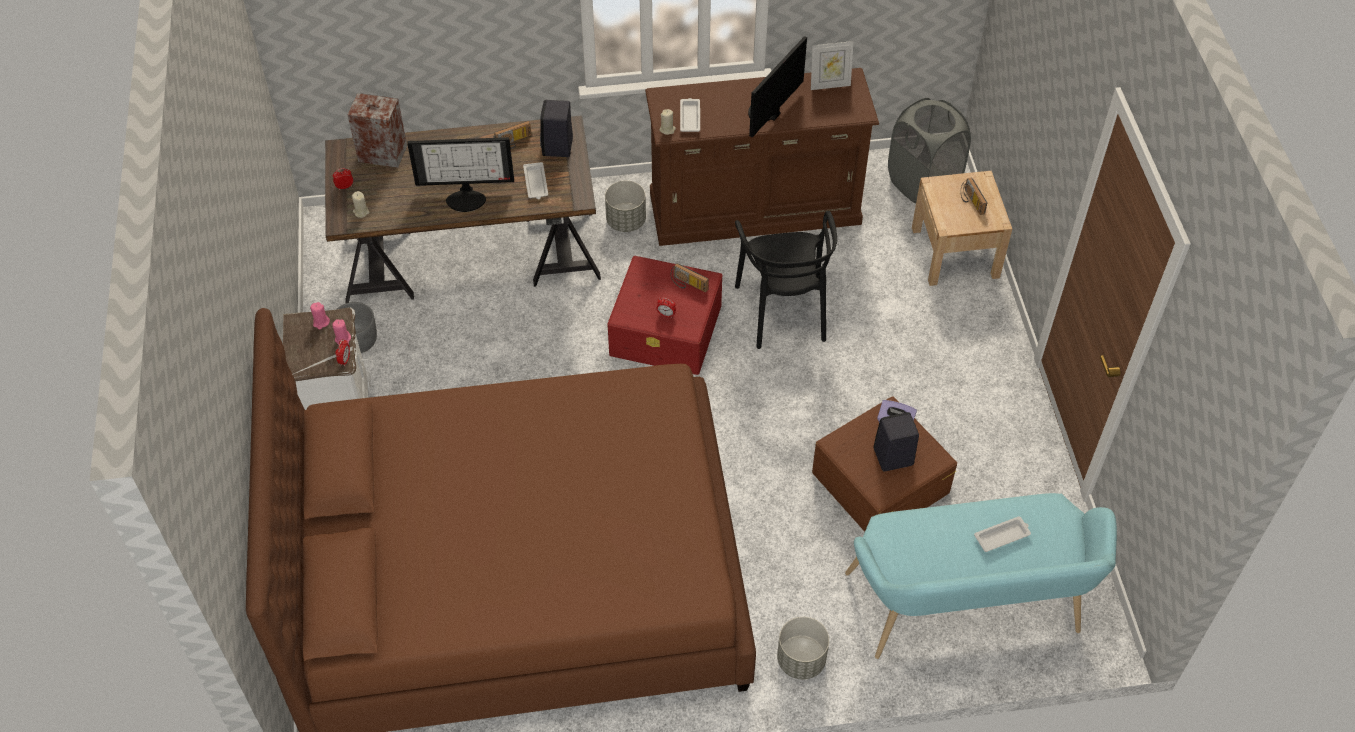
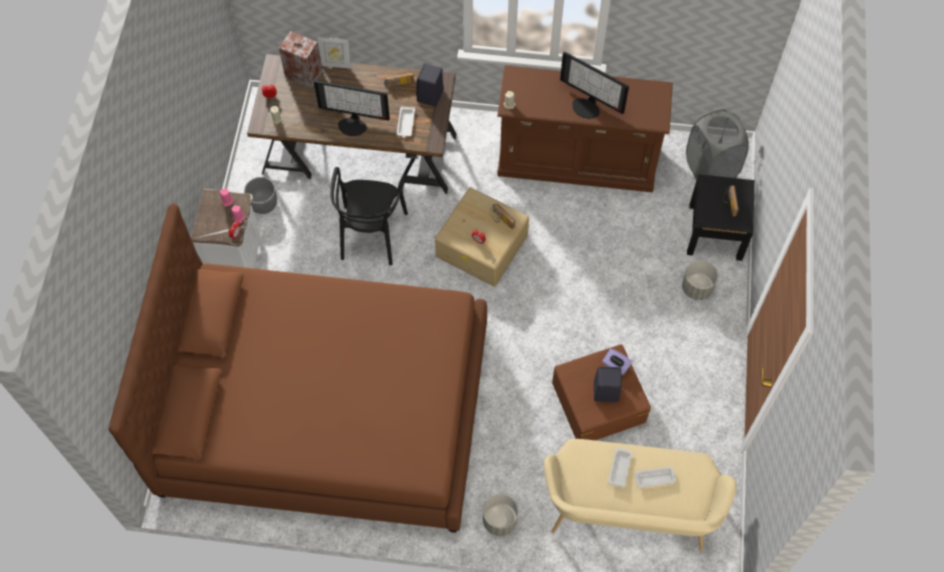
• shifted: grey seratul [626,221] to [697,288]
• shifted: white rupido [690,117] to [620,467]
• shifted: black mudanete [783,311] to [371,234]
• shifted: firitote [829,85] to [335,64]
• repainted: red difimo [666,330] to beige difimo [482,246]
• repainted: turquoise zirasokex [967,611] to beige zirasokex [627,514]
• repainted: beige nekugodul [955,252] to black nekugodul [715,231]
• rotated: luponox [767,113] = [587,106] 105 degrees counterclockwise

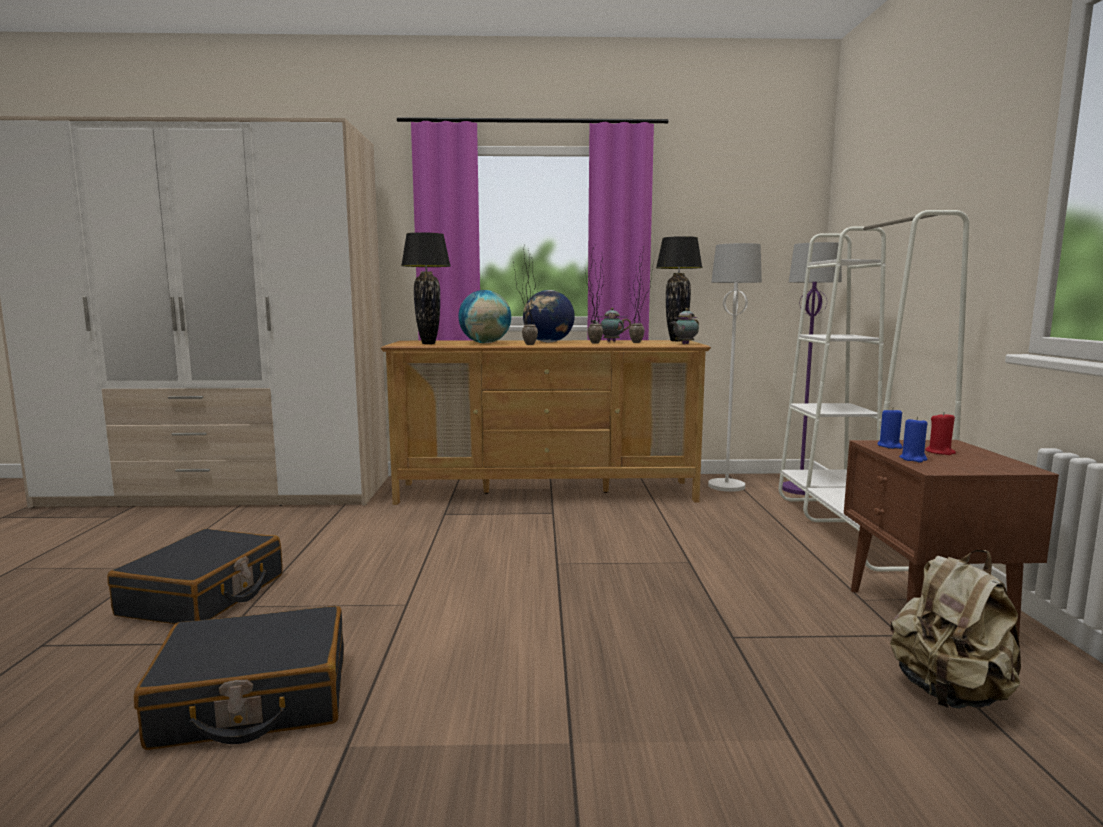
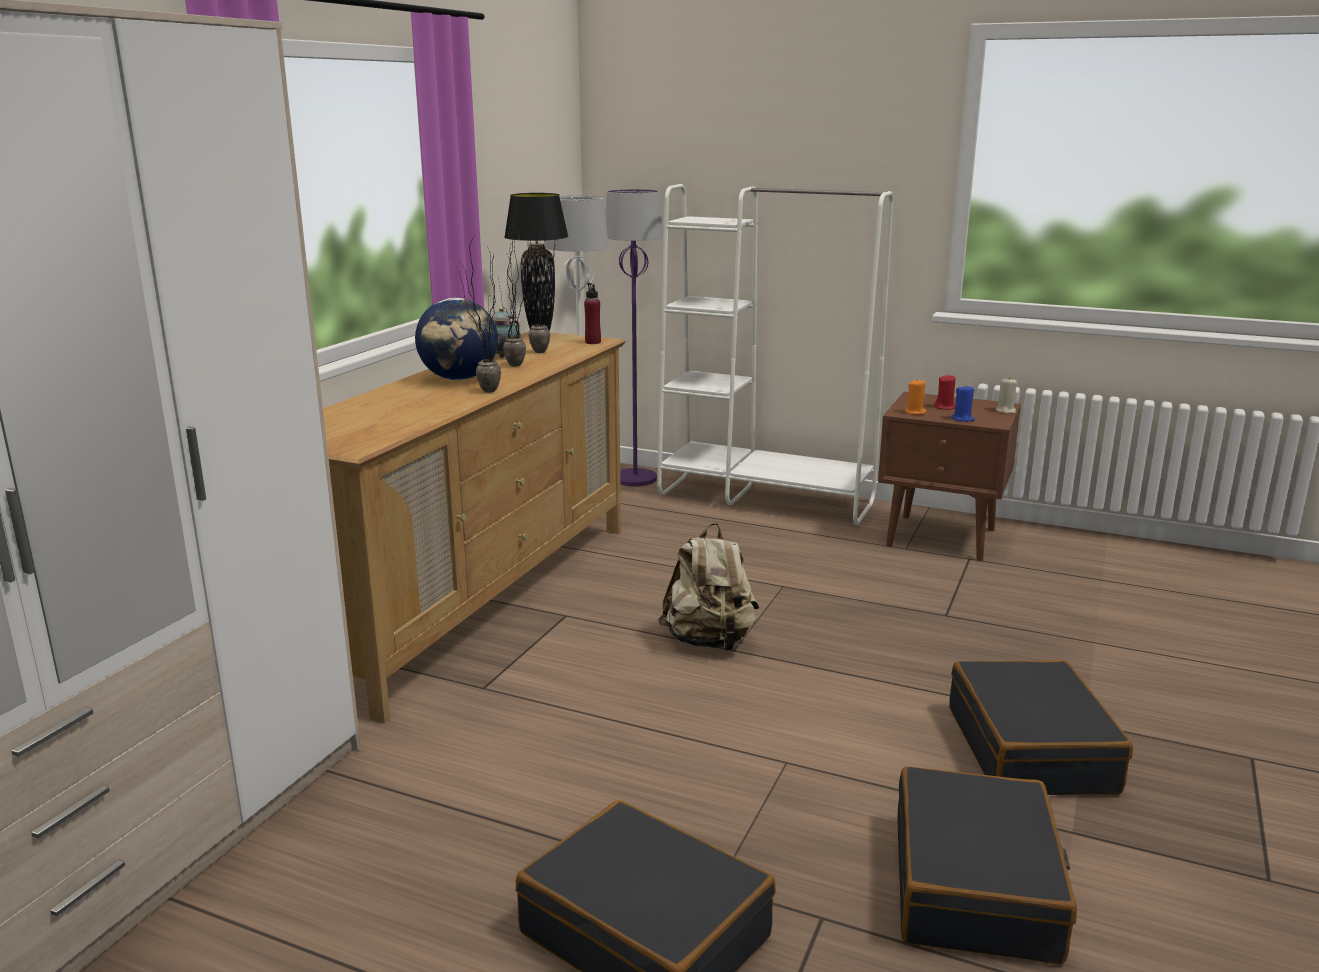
• gone: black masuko [428,343]
• gone: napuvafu [485,343]
• new: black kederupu [1031,750]
• new: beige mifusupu [1005,411]
• shifted: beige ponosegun [950,694] to [709,641]
• swapped: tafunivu [684,344] to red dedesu [593,342]
• repainted: blue mifusupu [889,446] to orange mifusupu [915,412]

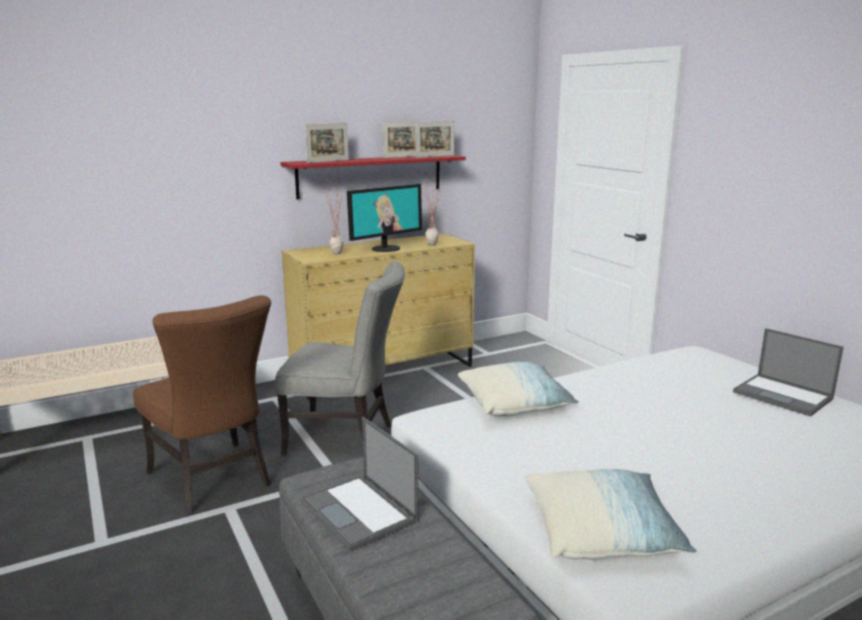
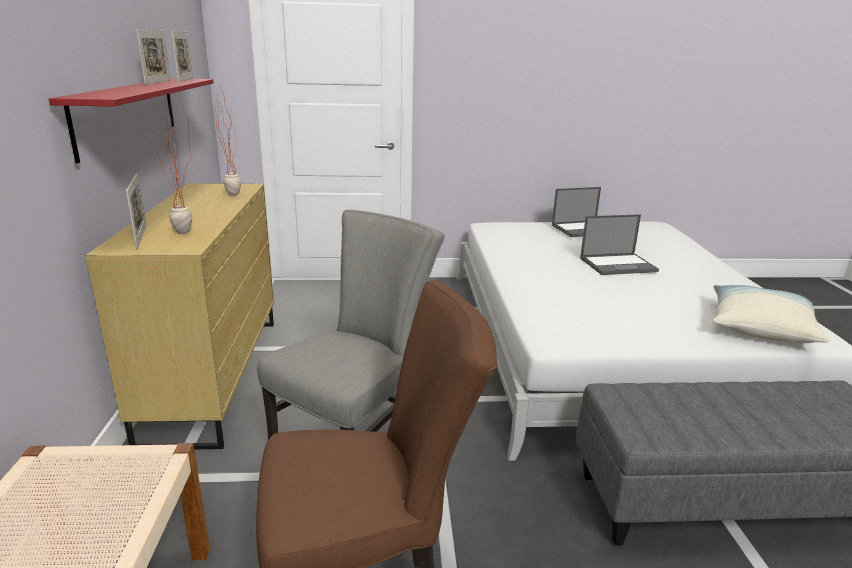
• gone: luponox [385,248]
• gone: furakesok [515,404]
• shifted: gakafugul [360,512] to [618,264]
• shifted: firitote [328,161] to [141,236]

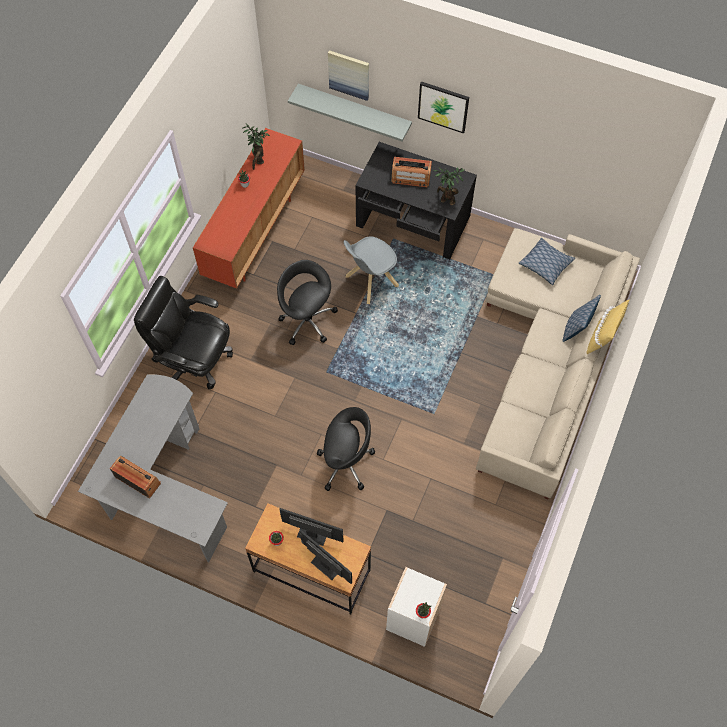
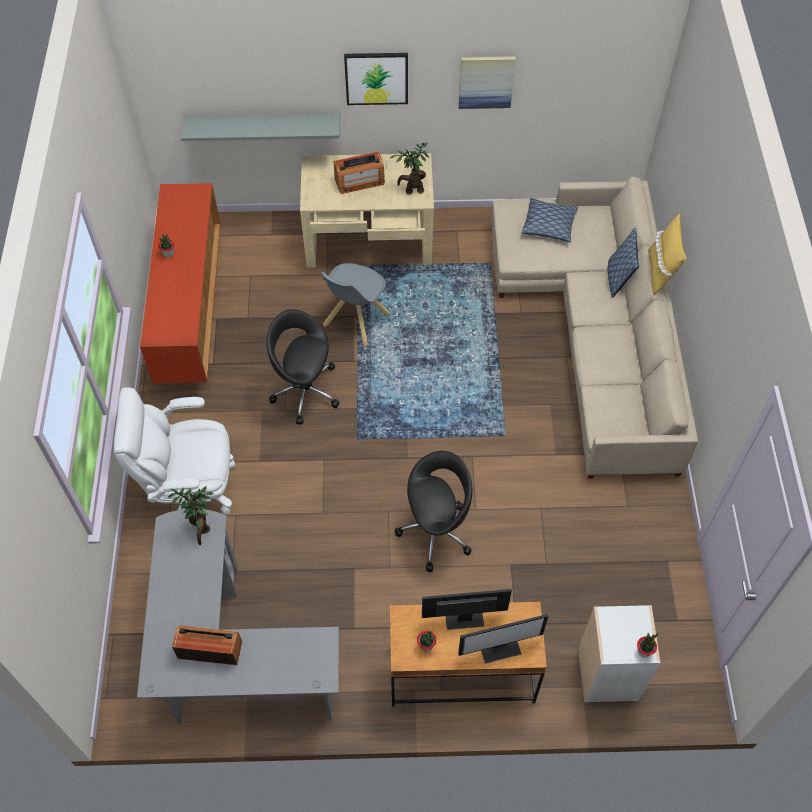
• shifted: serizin [258,160] to [201,528]
• shifted: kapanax [349,74] to [486,81]
• repainted: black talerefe [194,360] to white talerefe [190,488]
• repainted: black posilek [411,226] to beige posilek [370,245]
• rotated: luponox [326,565] = [500,647] 150 degrees clockwise

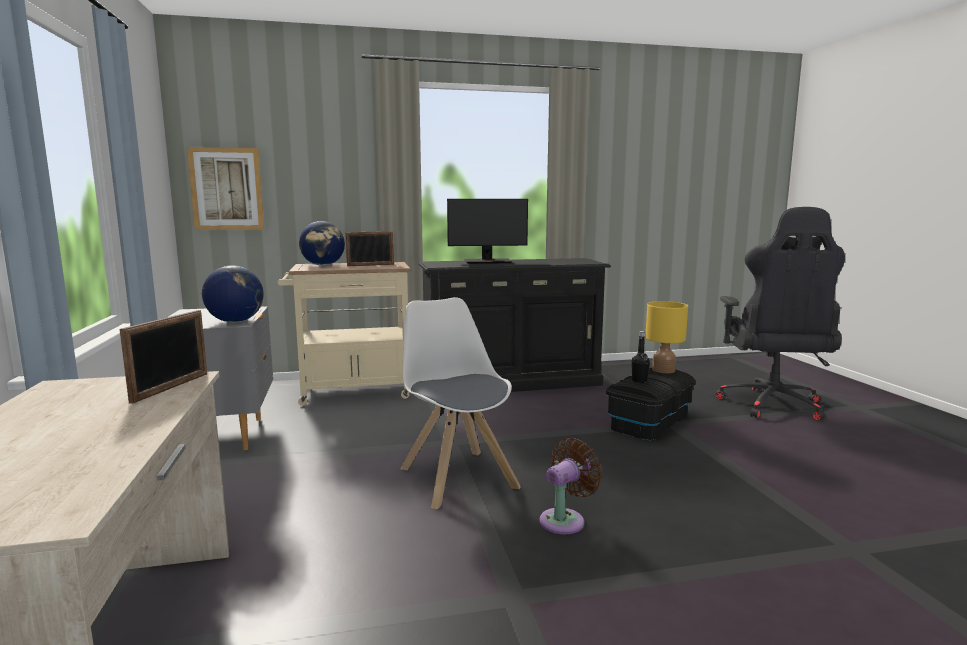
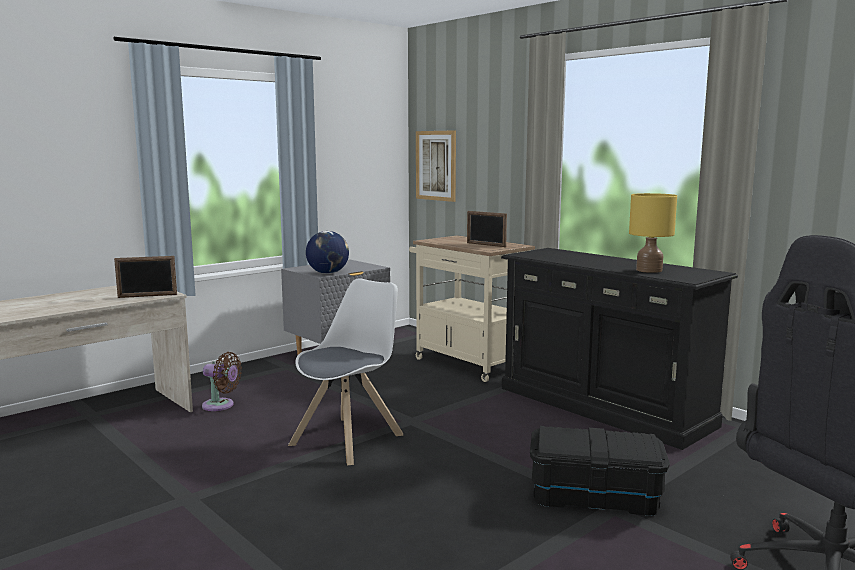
• gone: napuvafu [323,265]
• gone: luponox [487,261]
• gone: black dedesu [639,381]
• shifted: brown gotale [565,520] to [221,406]
• shifted: yellow masuko [663,370] to [648,270]

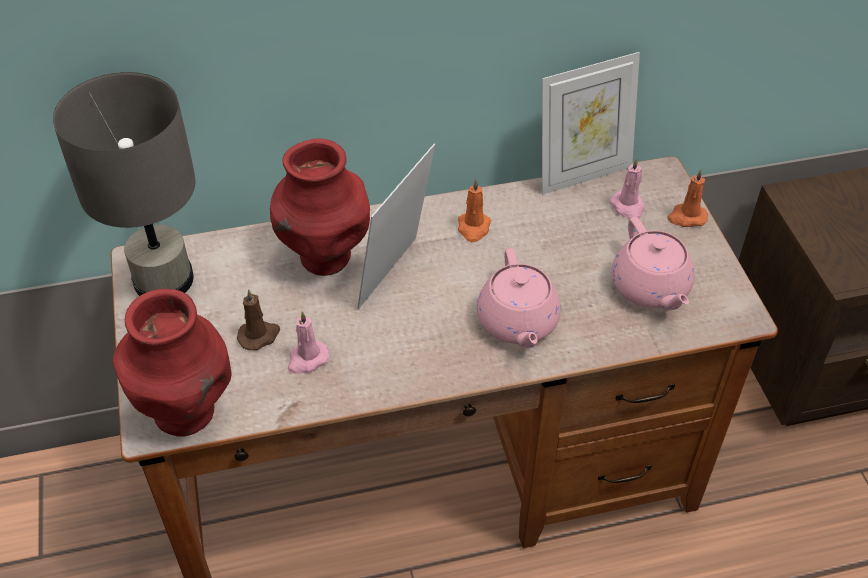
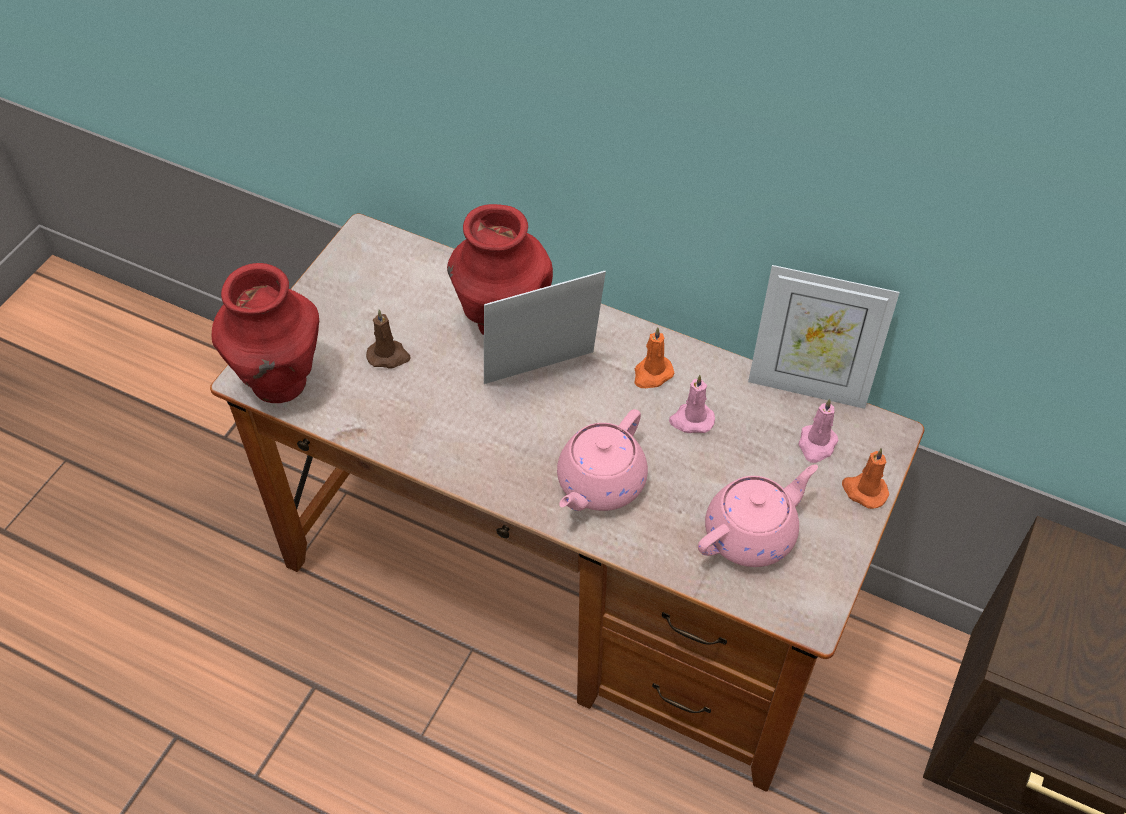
• gone: grey masuko [162,280]
• shifted: pink mifusupu [307,359] to [691,420]
• rotated: pink tafunivu [650,288] = [752,533] 150 degrees counterclockwise

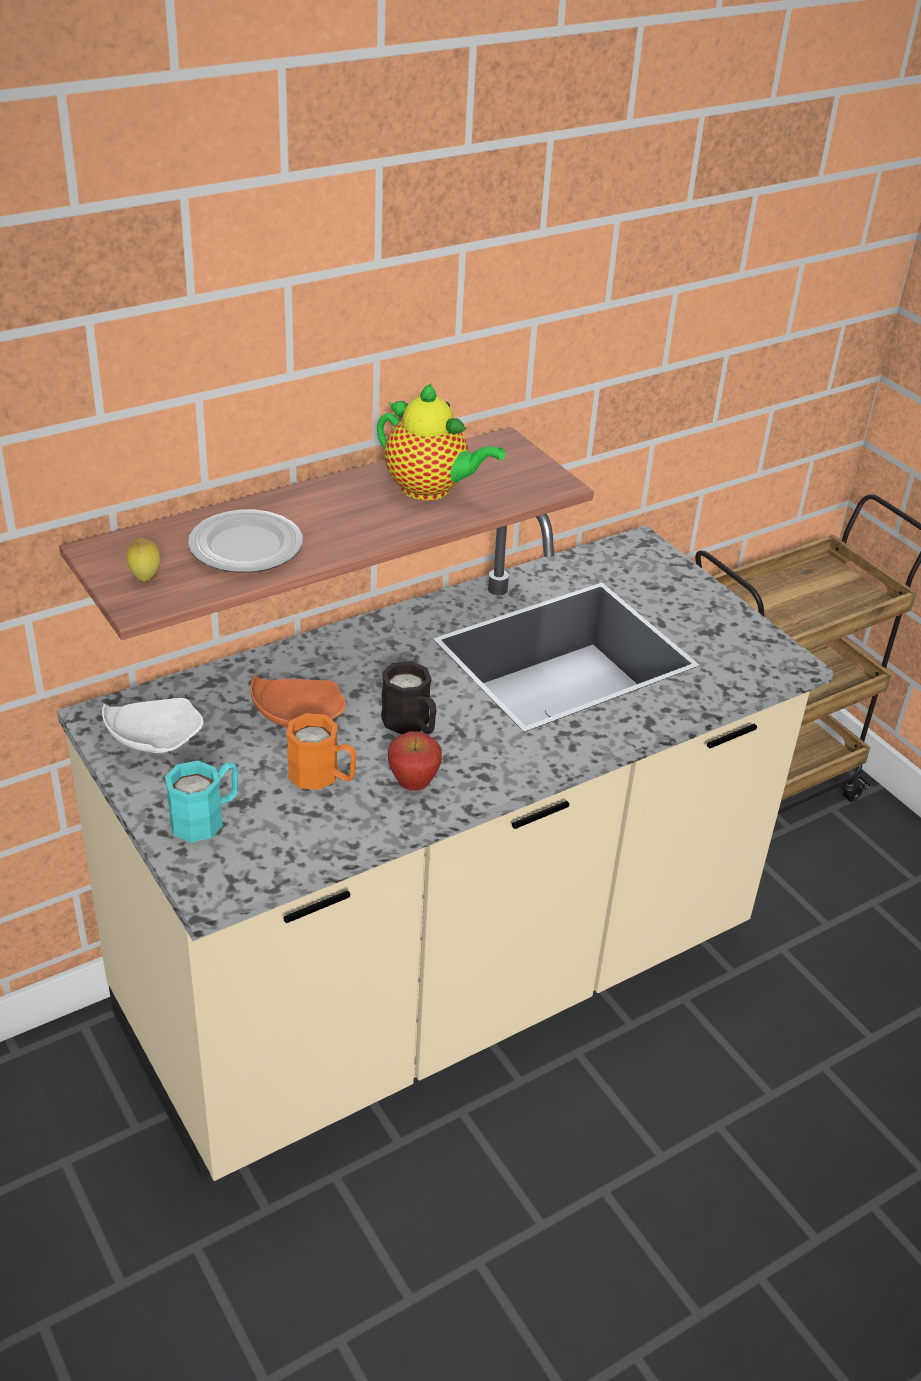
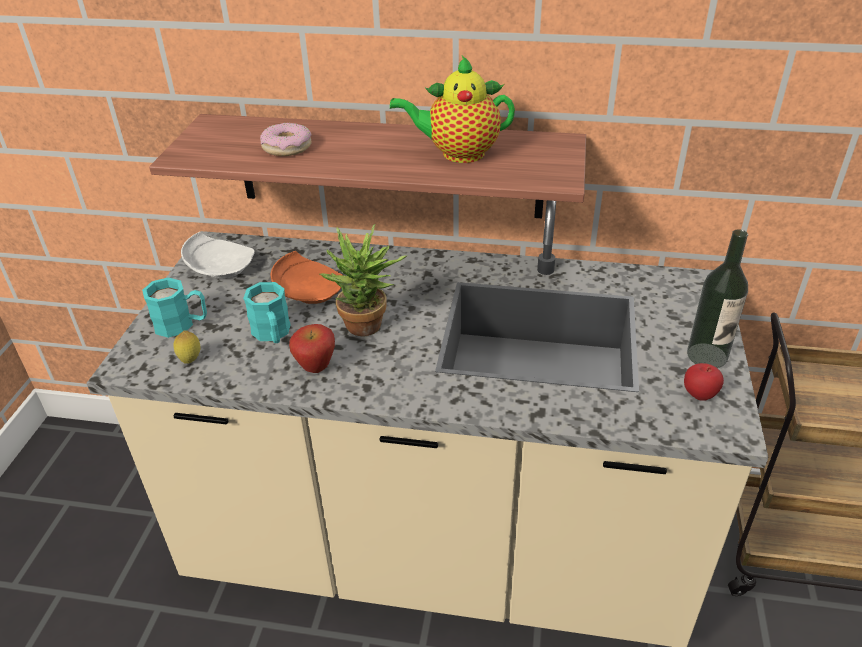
• new: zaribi [699,395]
• new: dedesu [707,356]
• shifted: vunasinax [145,578] to [191,360]
• swapped: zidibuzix [244,547] to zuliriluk [287,147]
• swapped: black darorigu [411,724] to serizin [368,329]
• repainted: orange darorigu [323,777] to turquoise darorigu [273,334]
• rotated: tafunivu [430,490] = [458,154] 105 degrees clockwise

